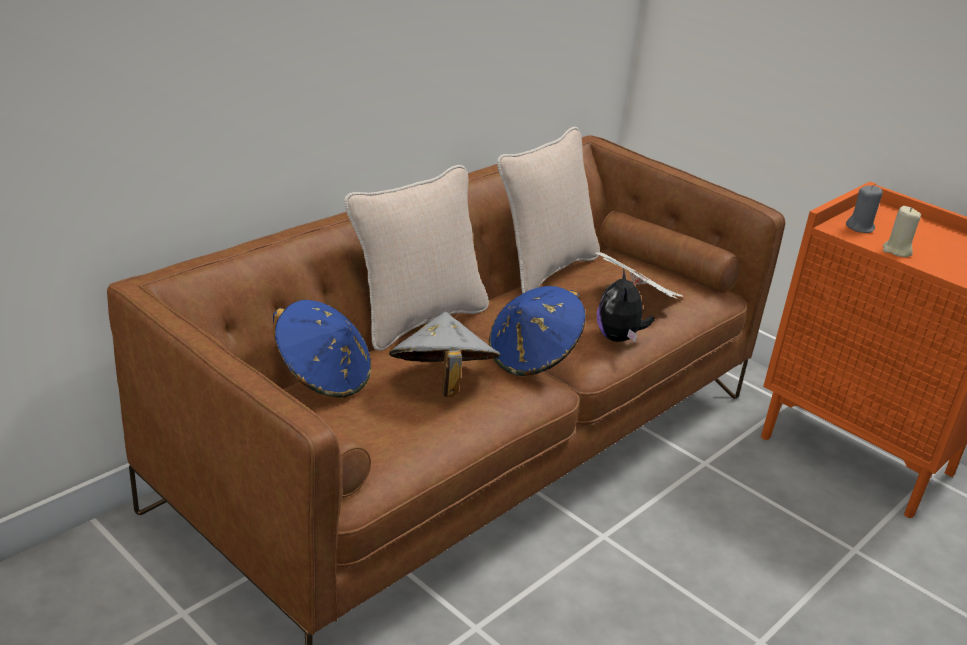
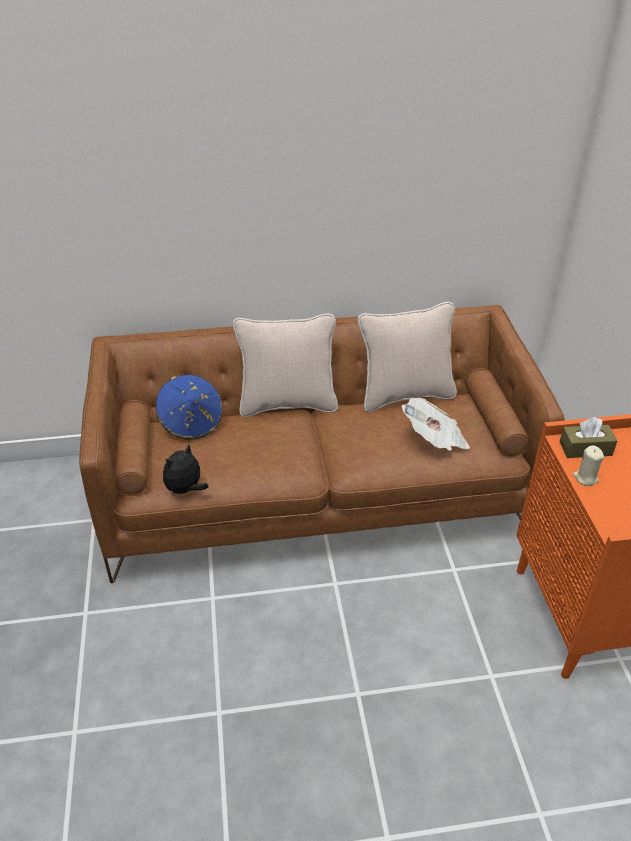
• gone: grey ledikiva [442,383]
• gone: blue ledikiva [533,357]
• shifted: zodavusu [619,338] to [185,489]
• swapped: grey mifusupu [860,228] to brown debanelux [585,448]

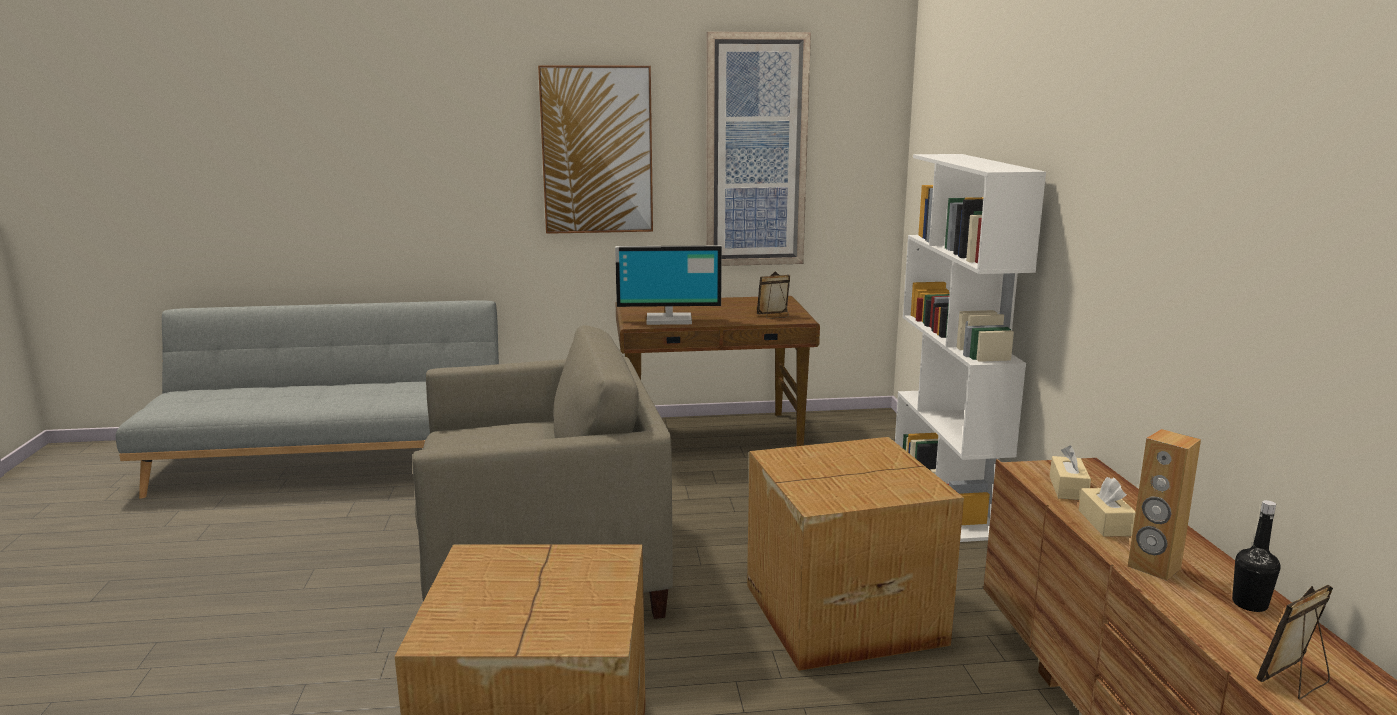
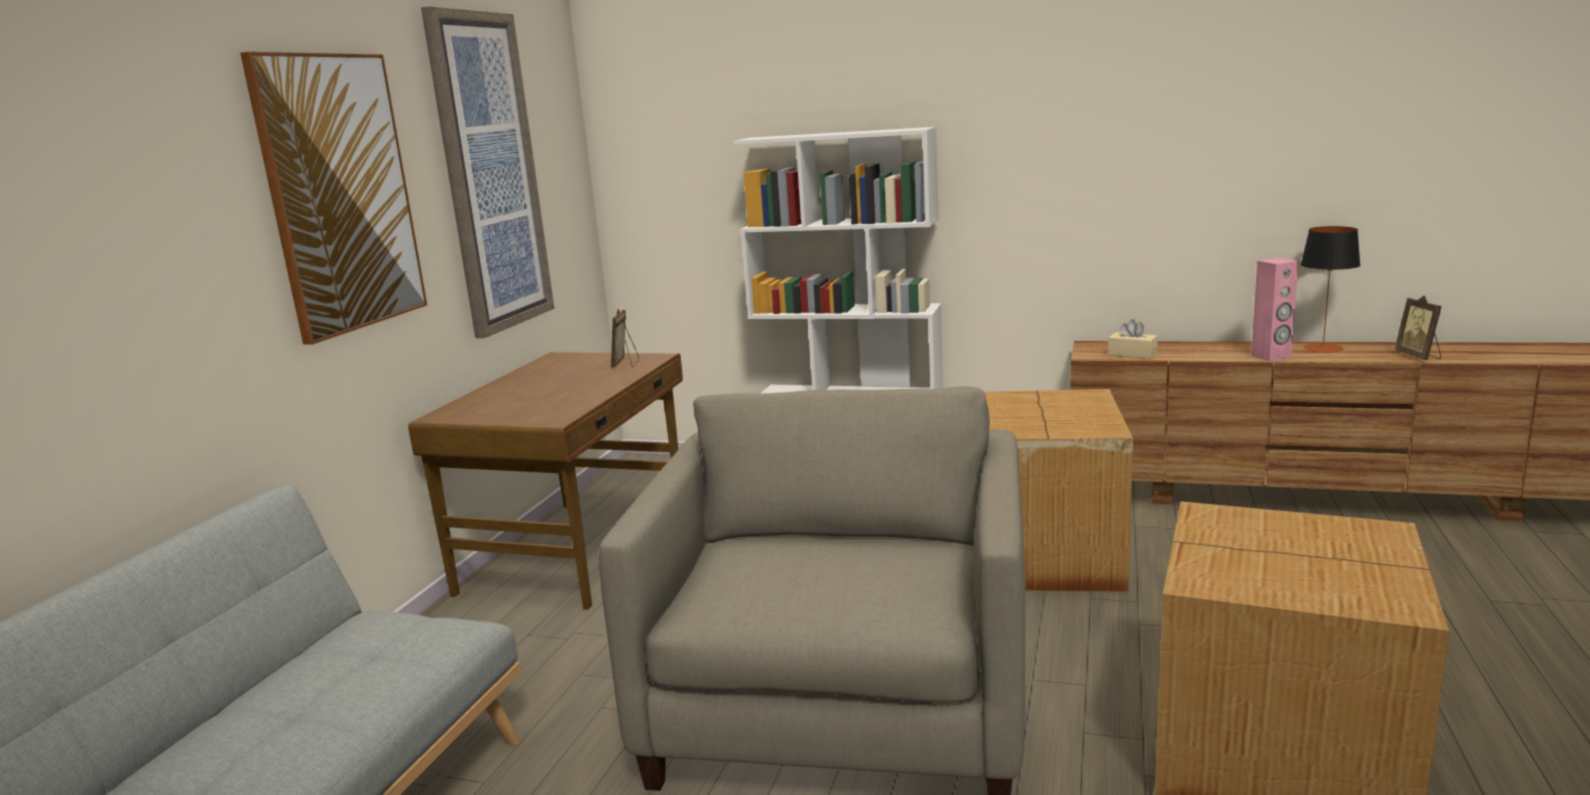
• gone: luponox [669,319]
• gone: beige debanelux [1105,523]
• swapped: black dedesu [1249,604] to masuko [1323,348]
• repainted: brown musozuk [1153,567] to pink musozuk [1271,356]

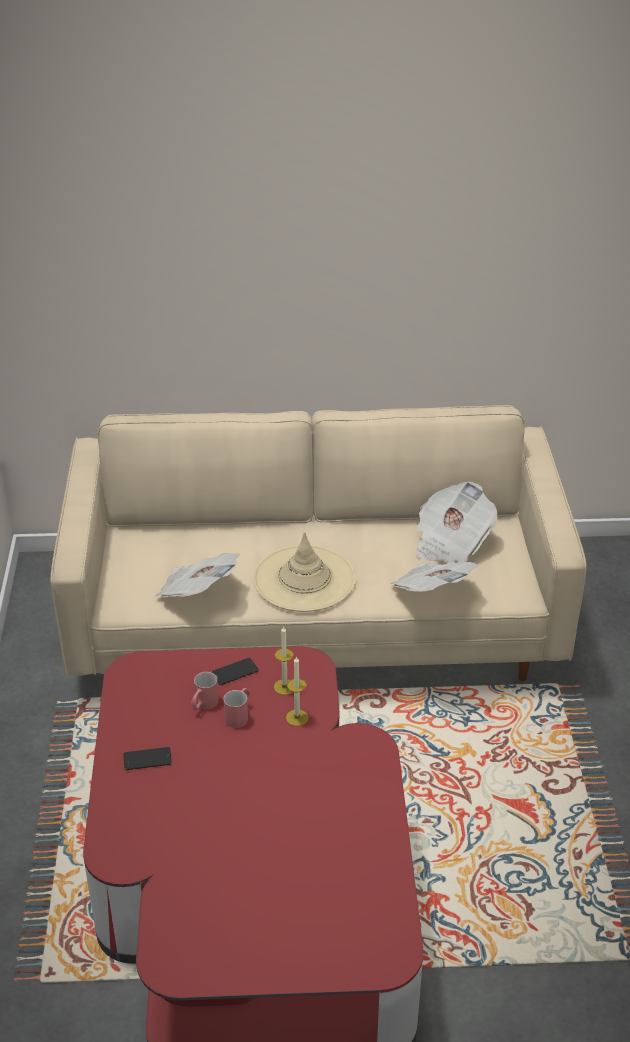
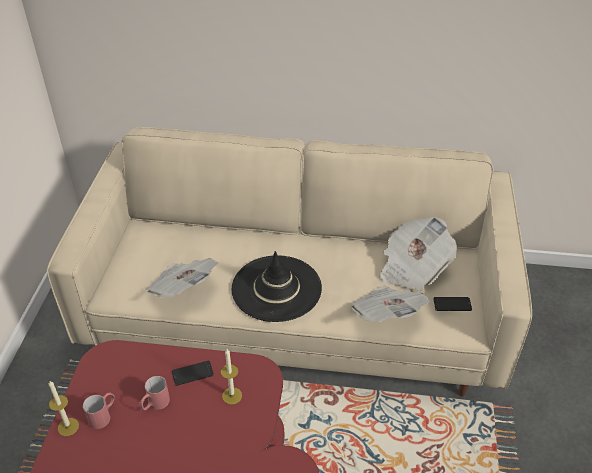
• shifted: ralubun [147,759] to [452,304]
• shifted: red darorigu [239,715] to [103,415]
• shifted: mifusupu [297,717] to [68,427]
• repainted: beige ledikiva [304,579] to black ledikiva [276,288]

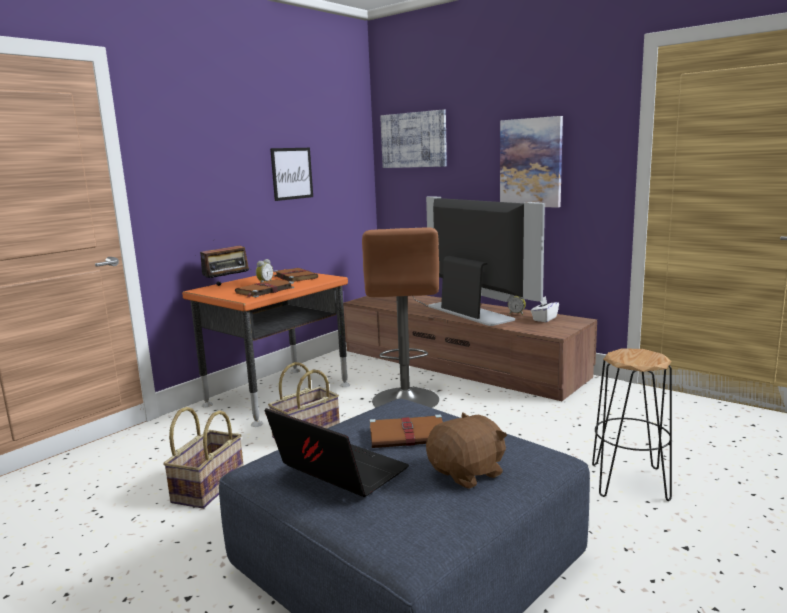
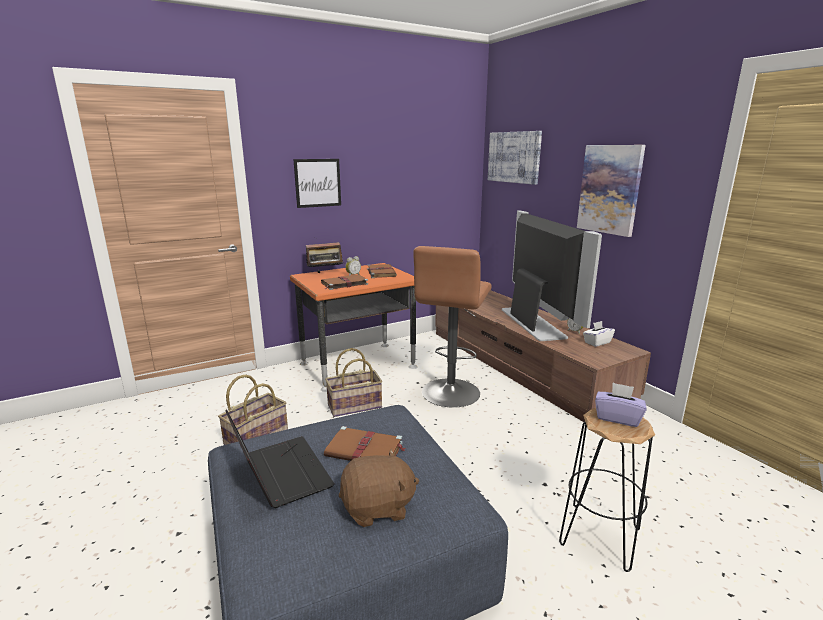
• new: purple debanelux [617,418]
• shifted: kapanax [292,173] to [318,183]

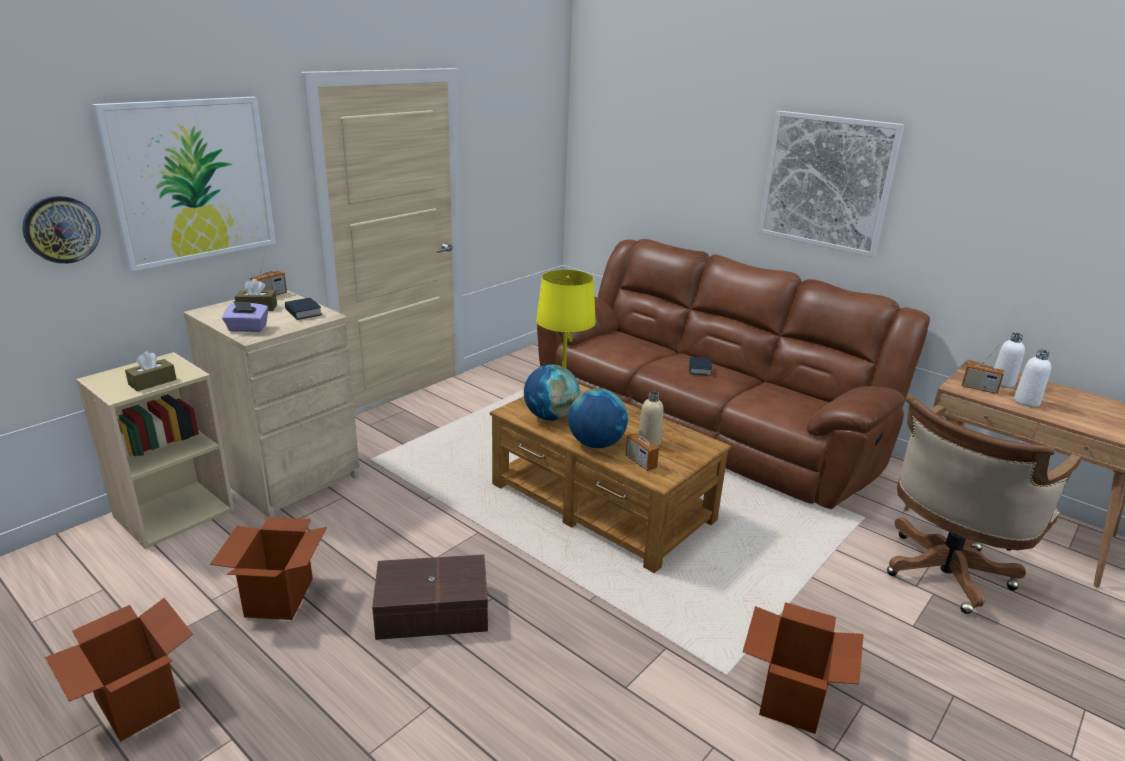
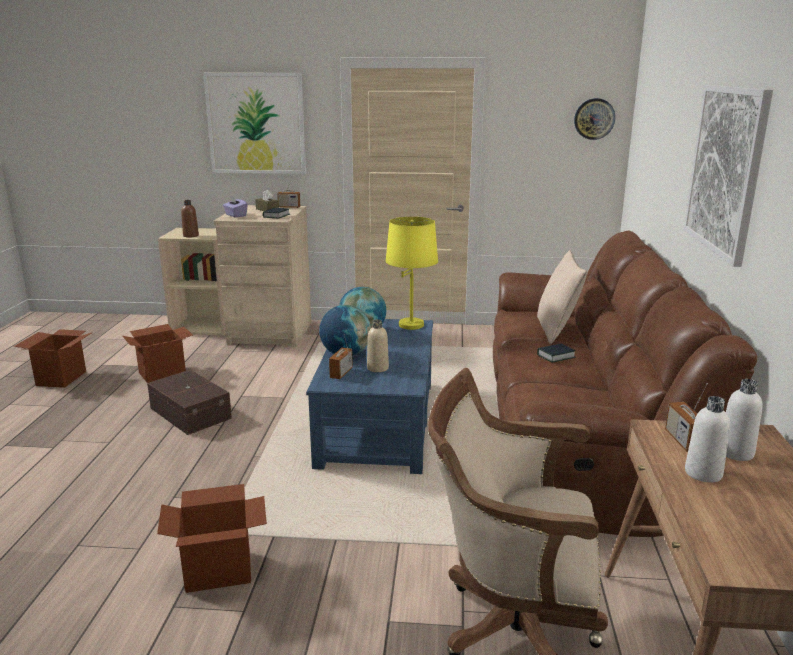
• new: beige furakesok [556,330]
• shifted: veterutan [61,229] to [594,119]
• swapped: brown debanelux [152,382] to brown dedesu [191,235]
• repainted: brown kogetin [601,503] to blue kogetin [377,423]

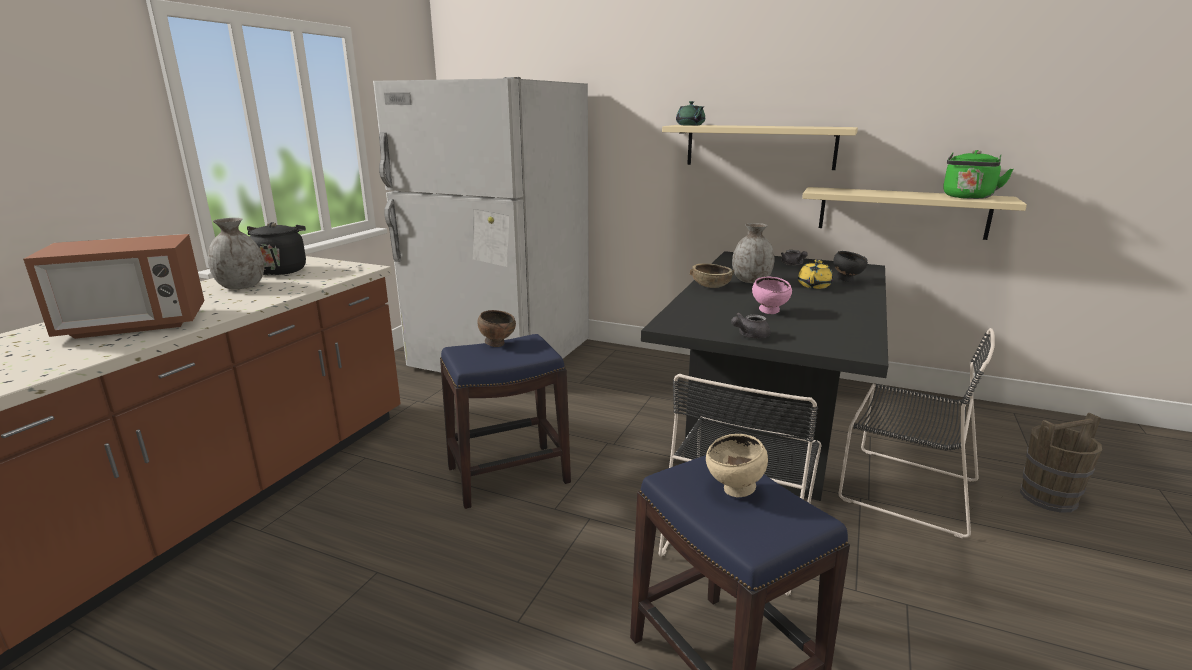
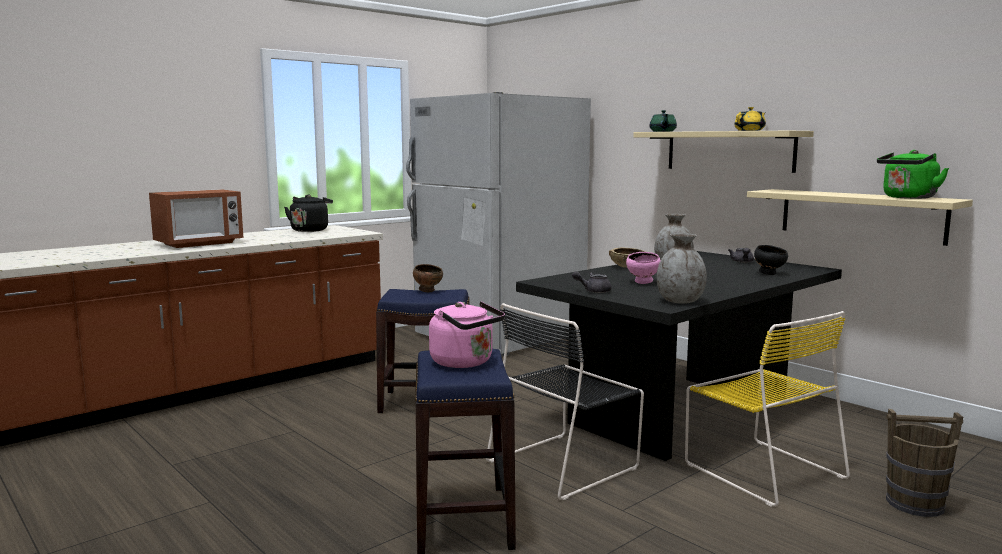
• shifted: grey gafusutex [242,286] to [680,301]
• shifted: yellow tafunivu [814,285] to [750,130]
• swapped: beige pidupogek [734,491] to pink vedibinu [465,363]
• repainted: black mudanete [903,488] to yellow mudanete [760,469]
• rotated: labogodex [135,325] = [199,243] 45 degrees counterclockwise

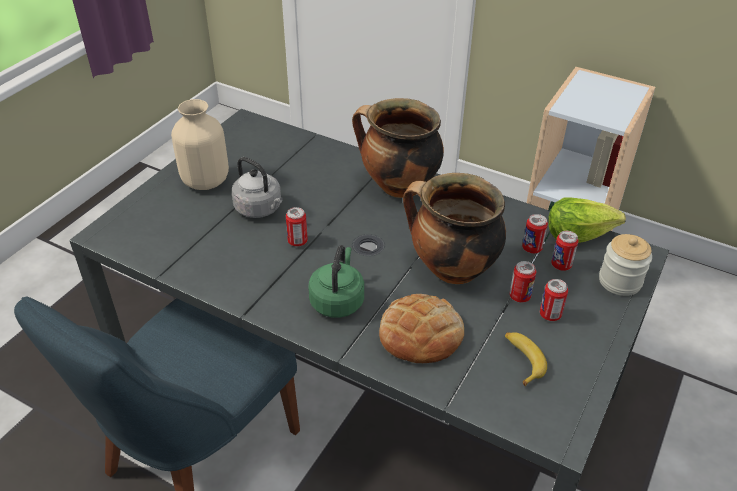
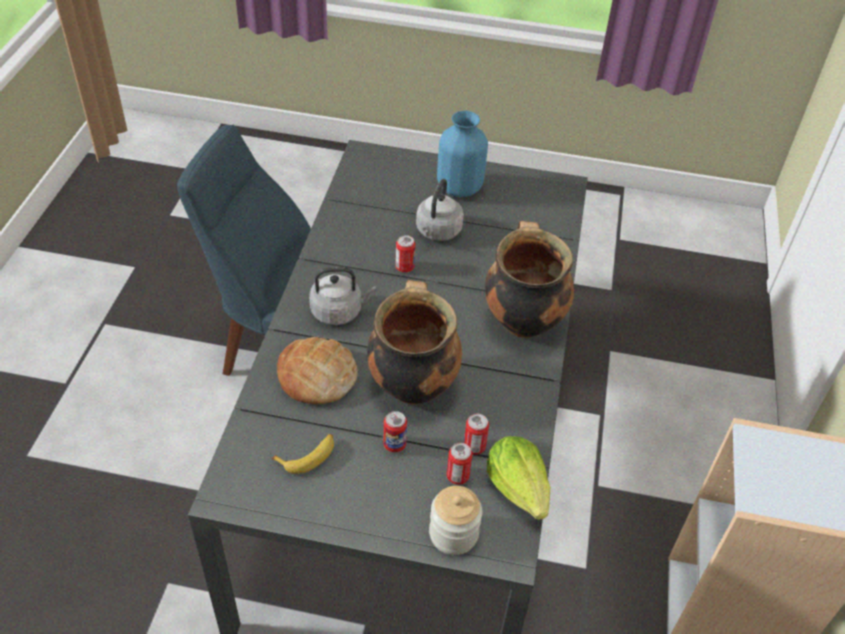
• gone: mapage [550,314]
• repainted: beige gafusutex [206,180] to blue gafusutex [460,188]
• repainted: green vedibinu [337,300] to grey vedibinu [339,311]

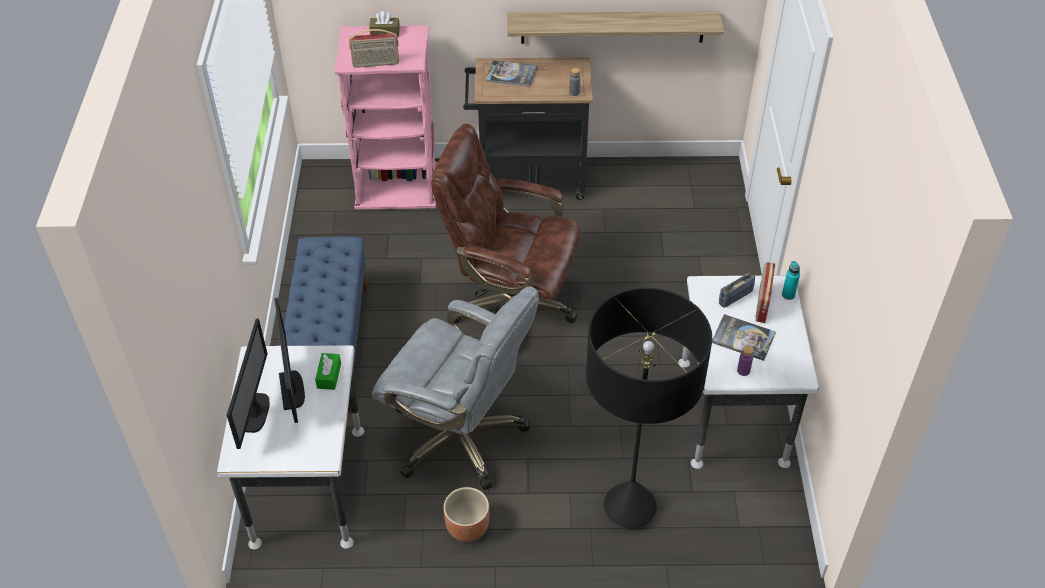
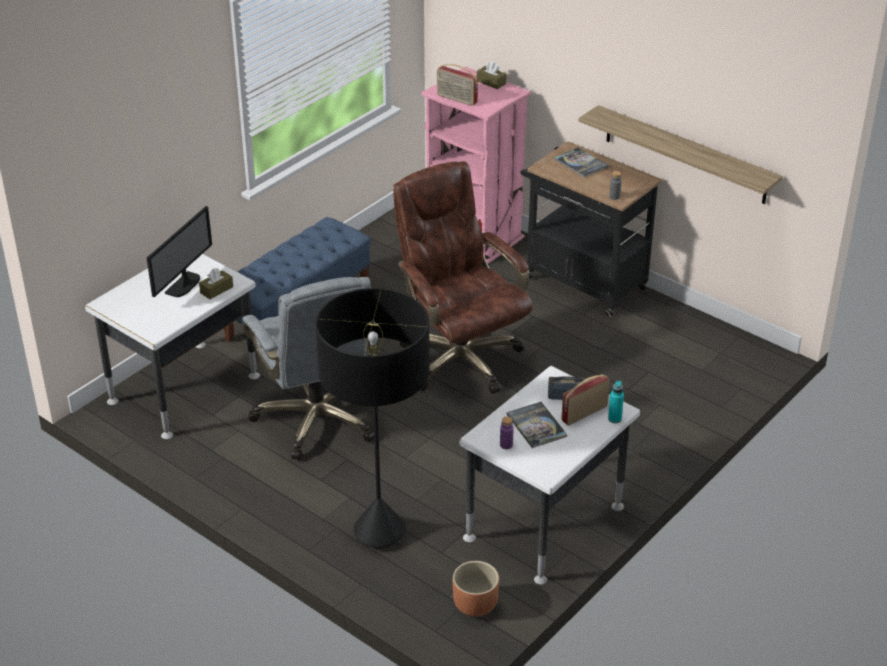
• gone: luponox [256,413]
• shifted: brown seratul [467,528] to [475,605]
• repainted: green debanelux [329,376] to brown debanelux [216,290]

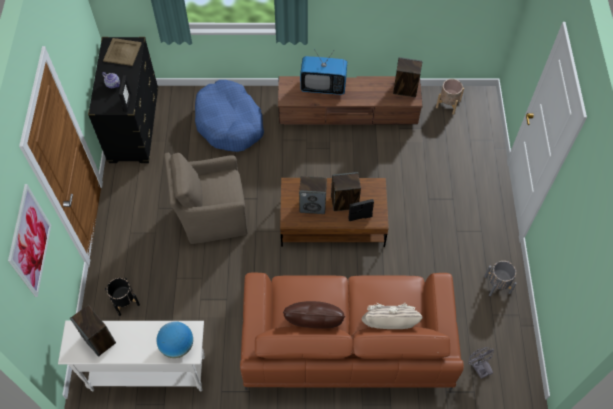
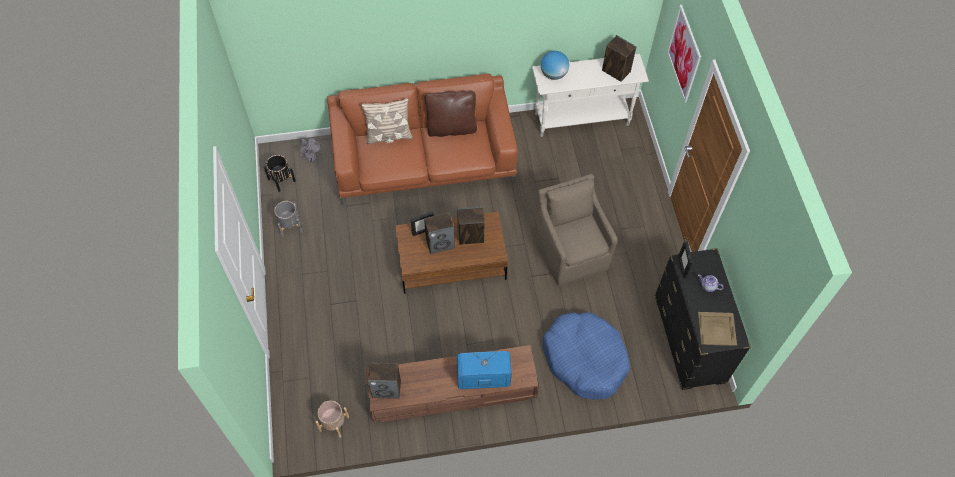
• shifted: black seratul [125,301] to [281,180]
• rotated: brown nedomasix [212,216] = [571,252] 90 degrees counterclockwise

